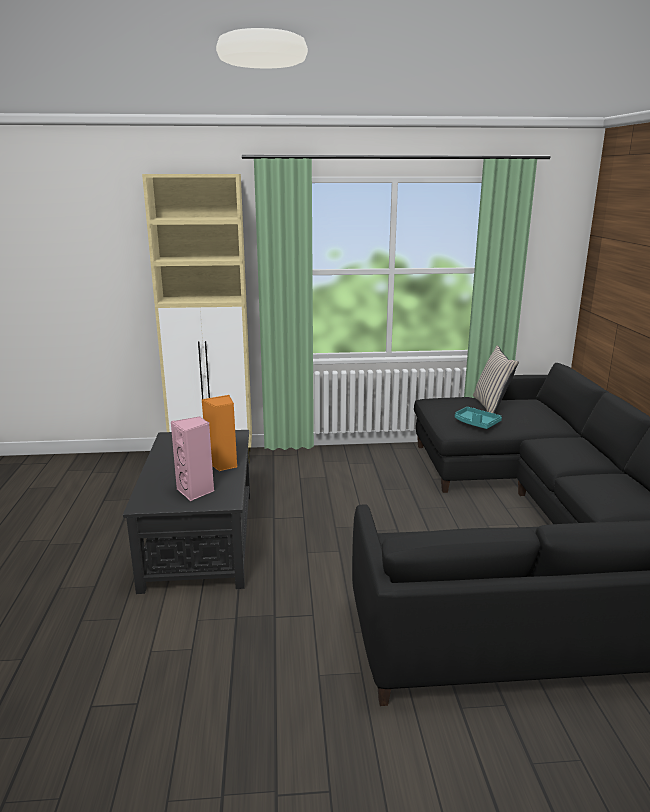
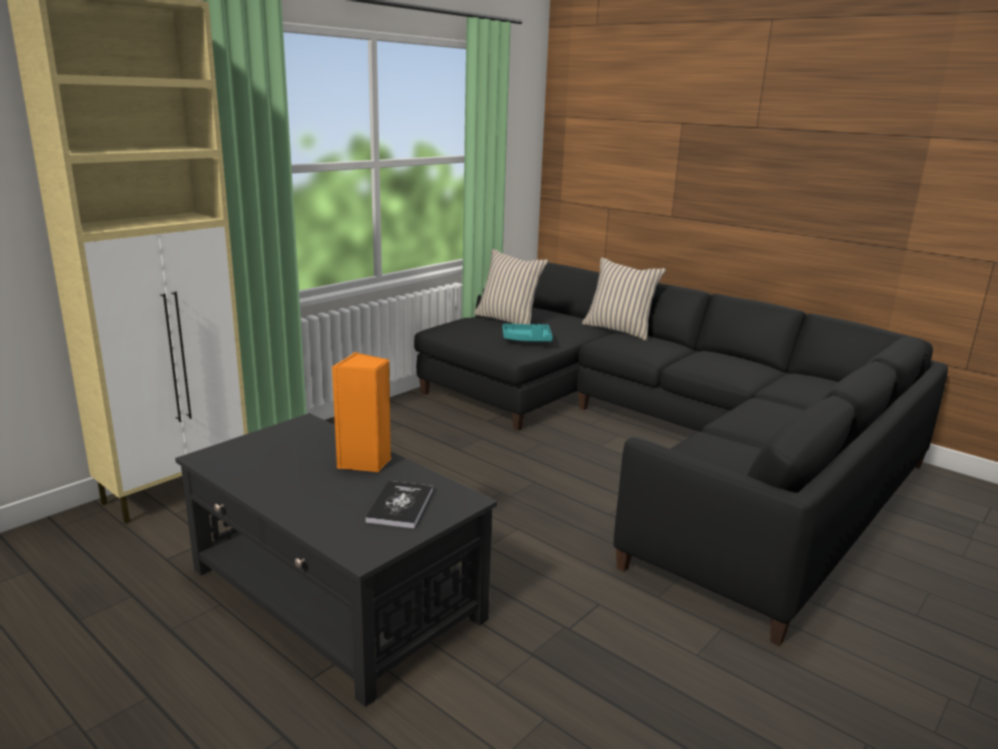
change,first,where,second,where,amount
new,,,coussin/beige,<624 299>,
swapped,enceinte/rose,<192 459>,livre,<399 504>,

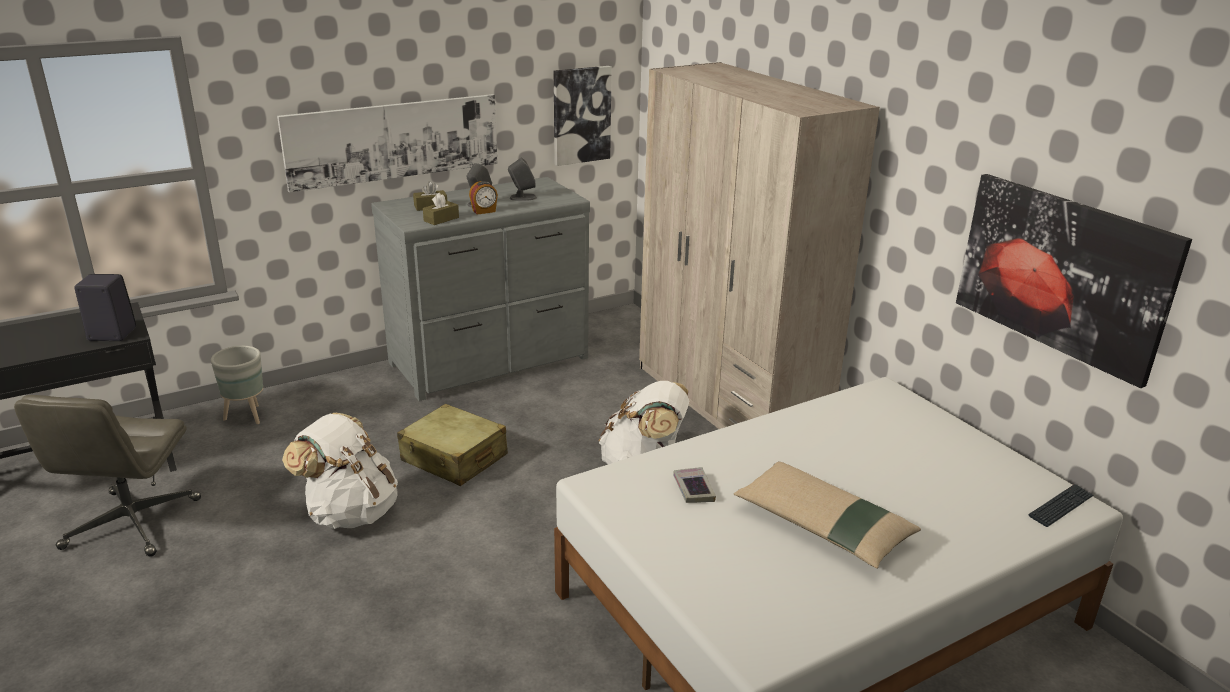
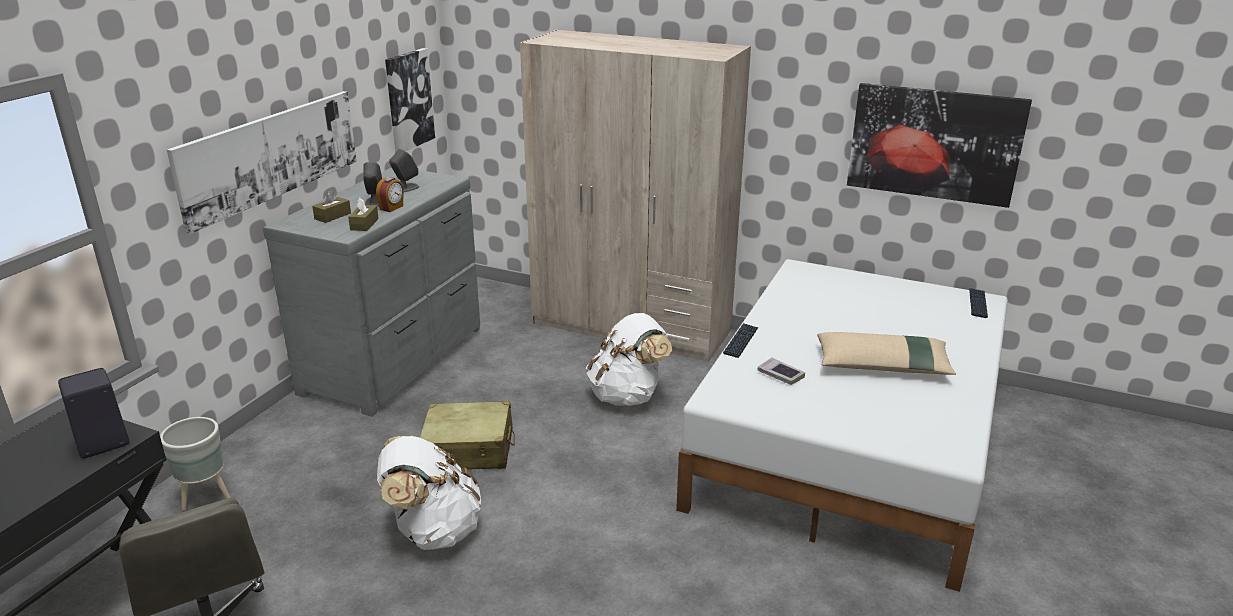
change,first,where,second,where,amount
new,,,clavier,<740 340>,

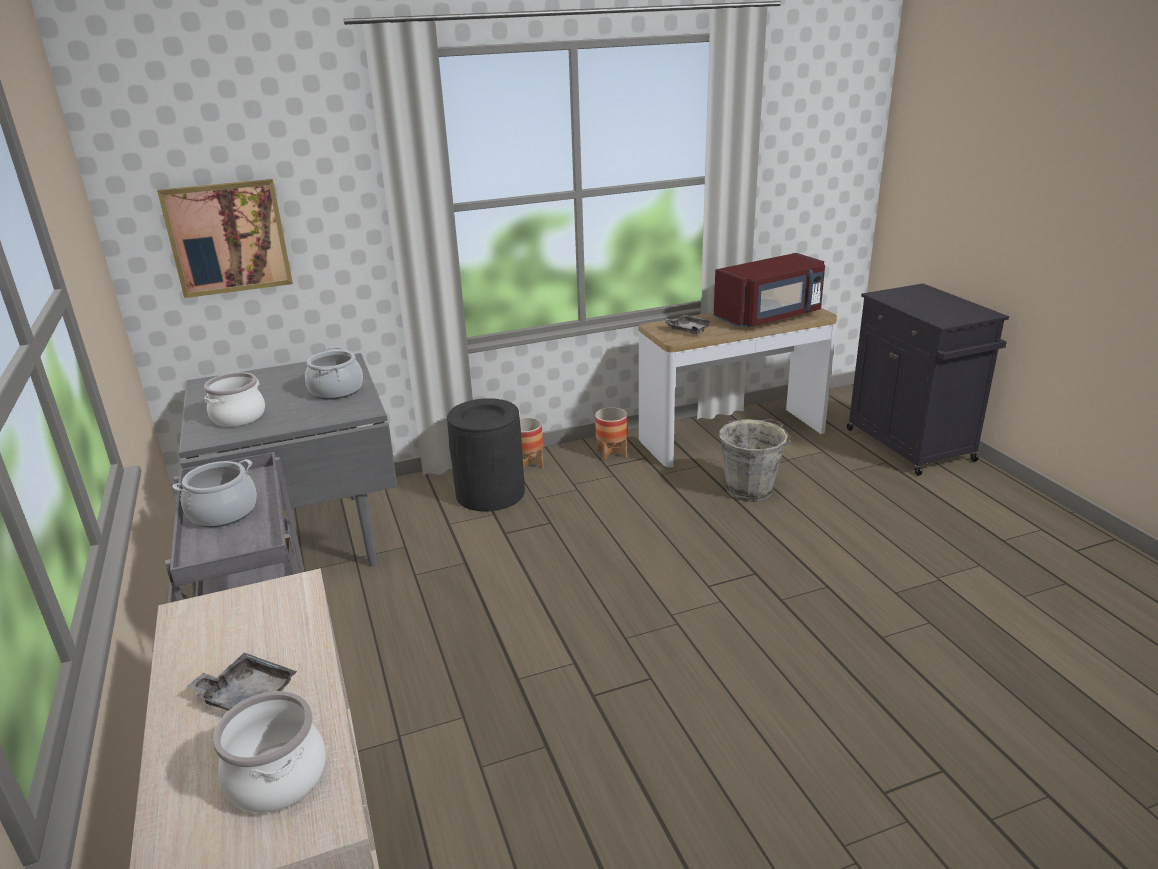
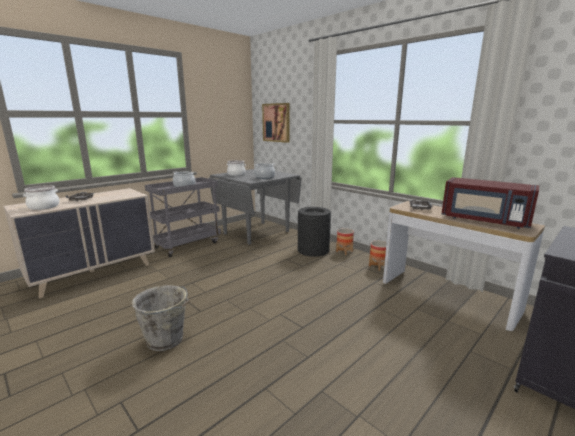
change,first,where,second,where,amount
shifted,seau/gris,<755 460>,,<161 318>,

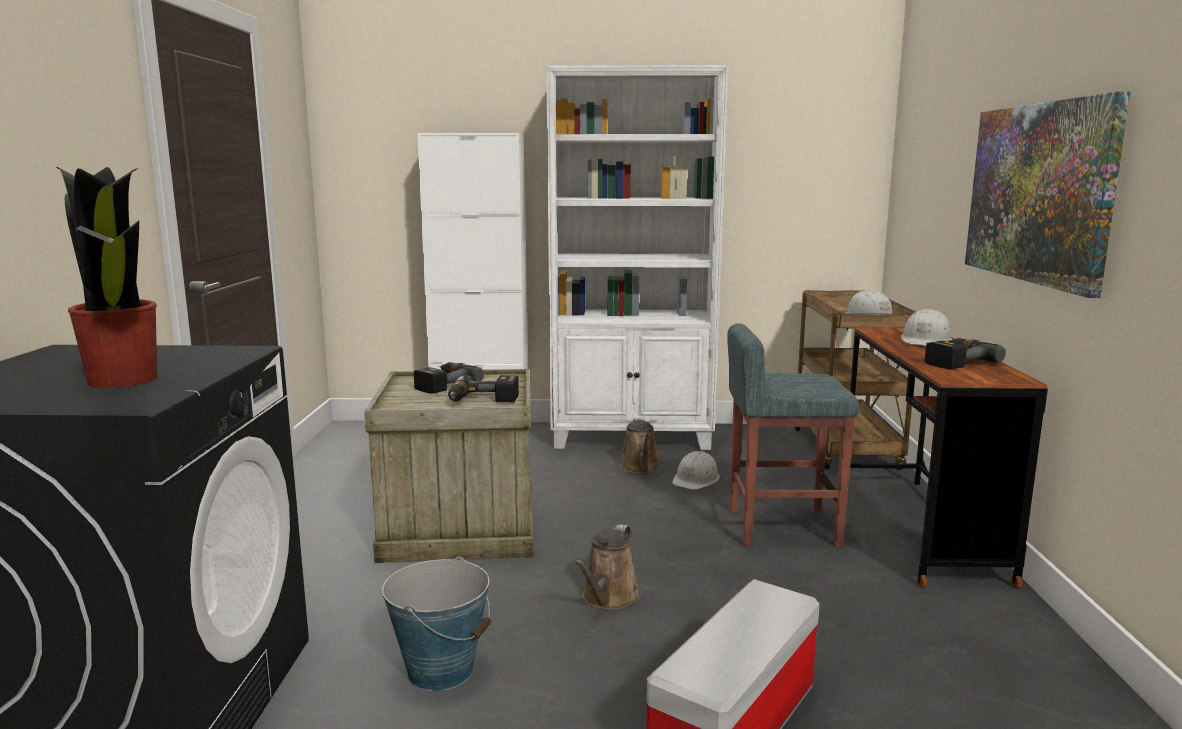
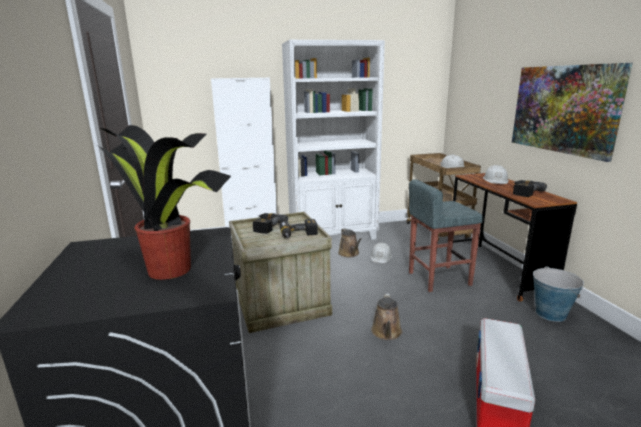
change,first,where,second,where,amount
shifted,seau,<436 623>,,<558 294>,

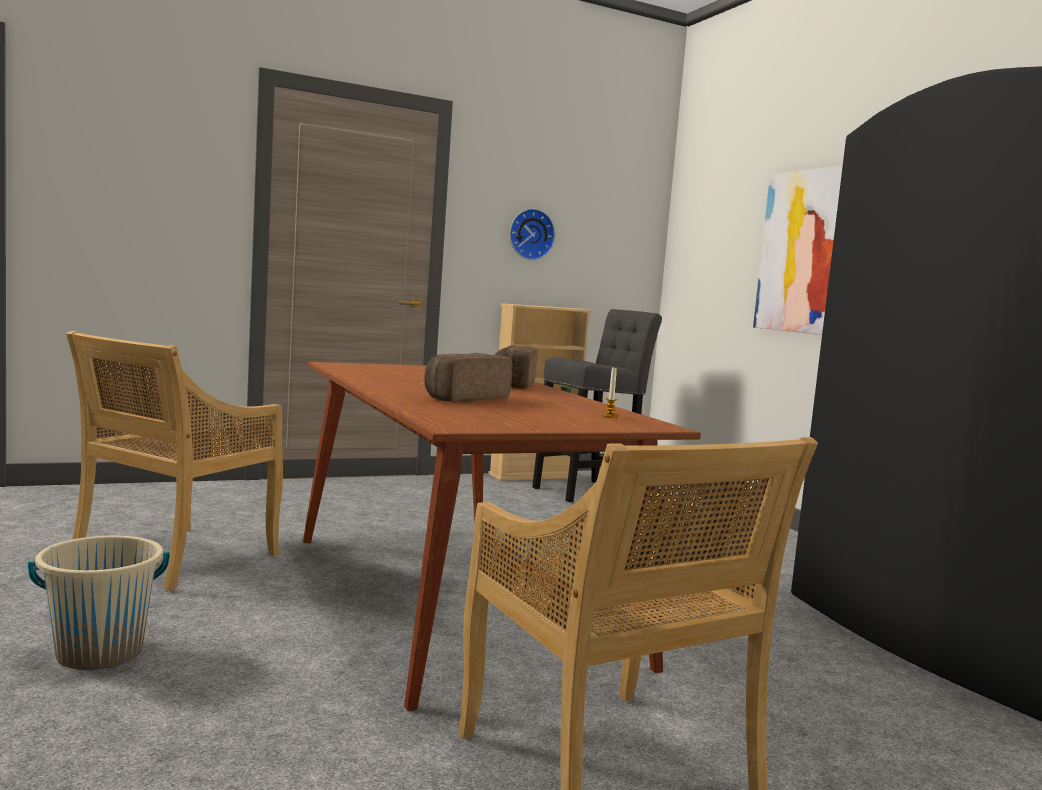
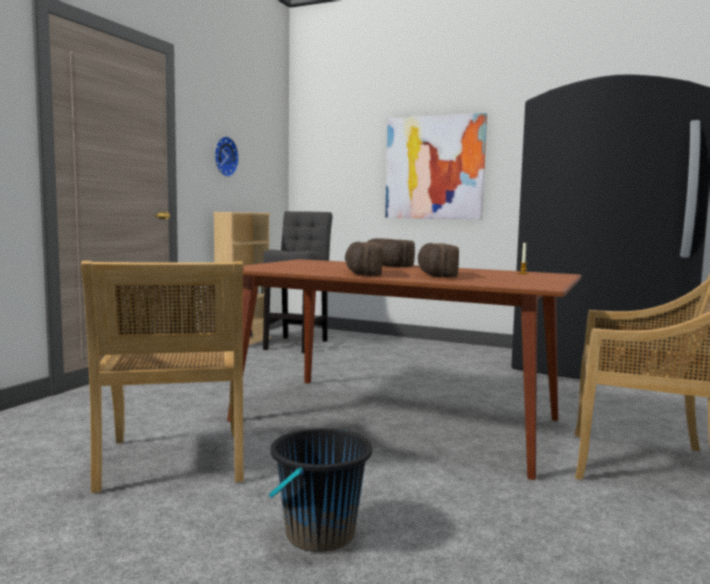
change,first,where,second,where,amount
new,,,pain,<364 258>,
repainted,seau/beige,<99 603>,seau/noir,<320 490>,

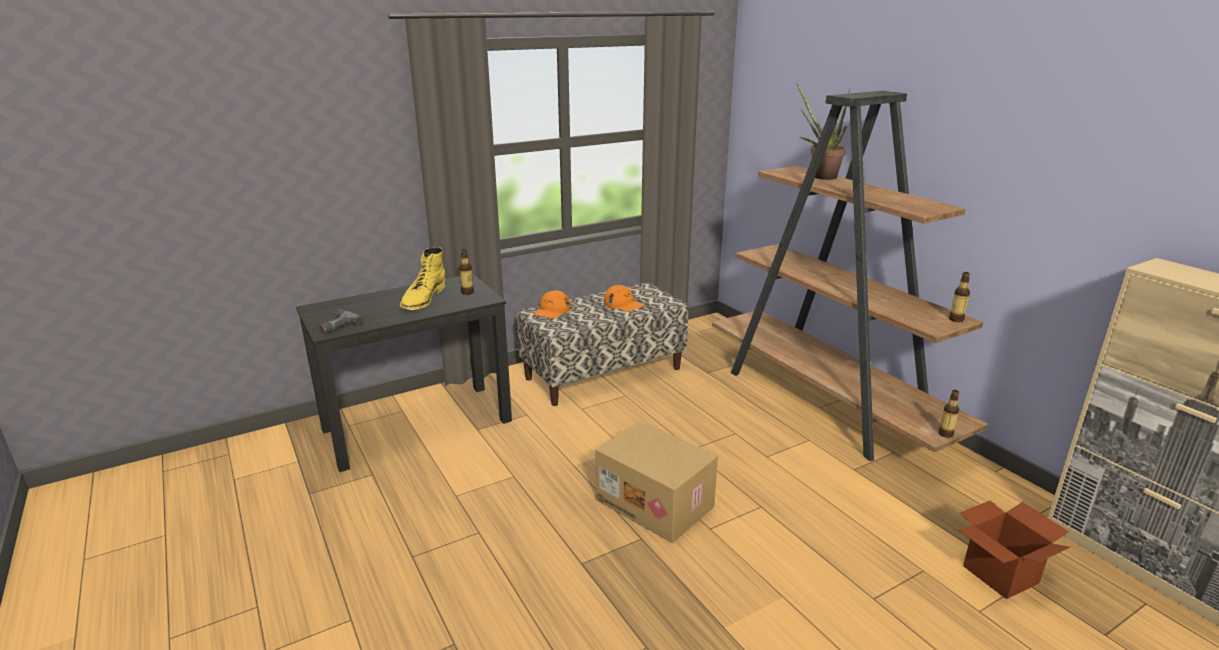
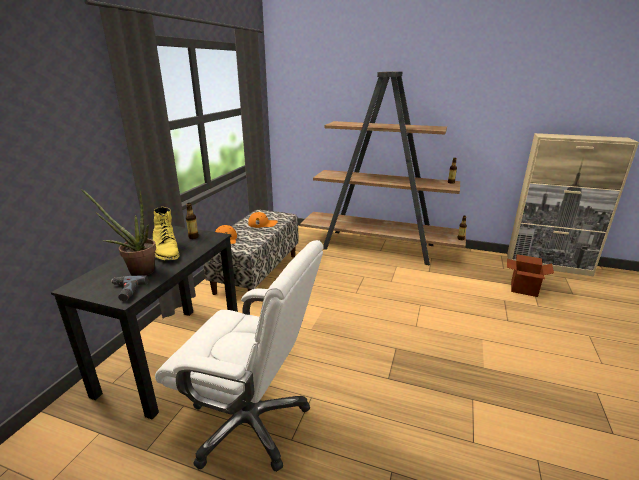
change,first,where,second,where,amount
gone,carton,<656 482>,,,
new,,,chaise de bureau/blanc,<239 356>,
shifted,plante en pot,<823 131>,,<118 232>,

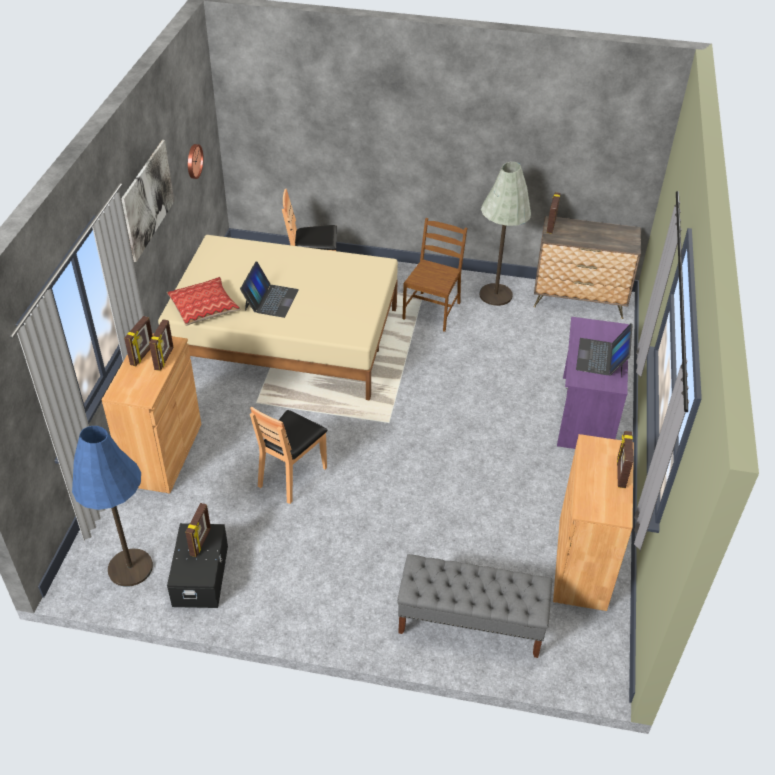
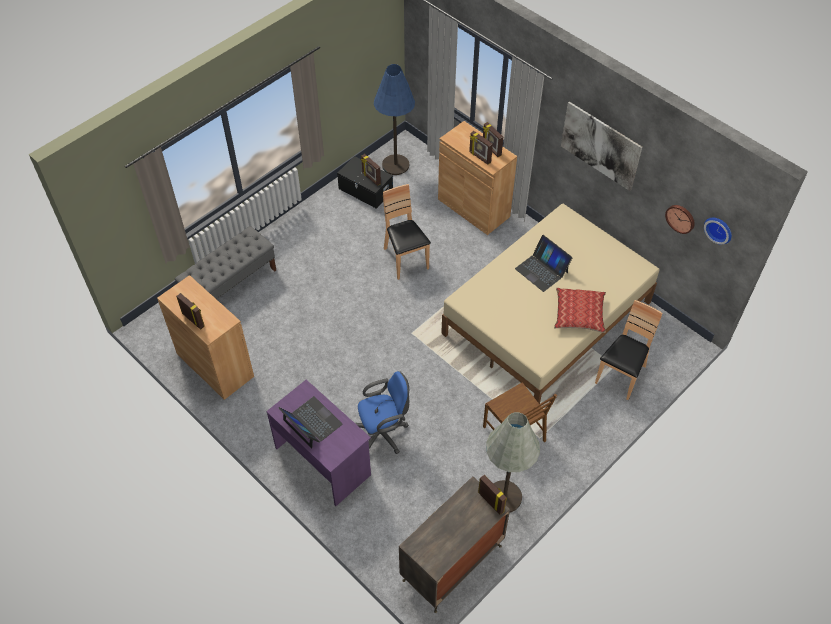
change,first,where,second,where,amount
new,,,chaise de bureau/bleu,<382 412>,
new,,,horloge murale,<718 231>,
shifted,coussin,<204 301>,,<580 310>,

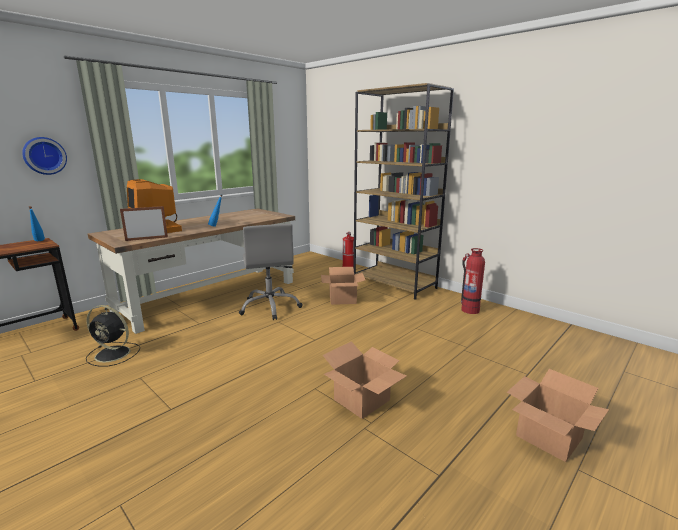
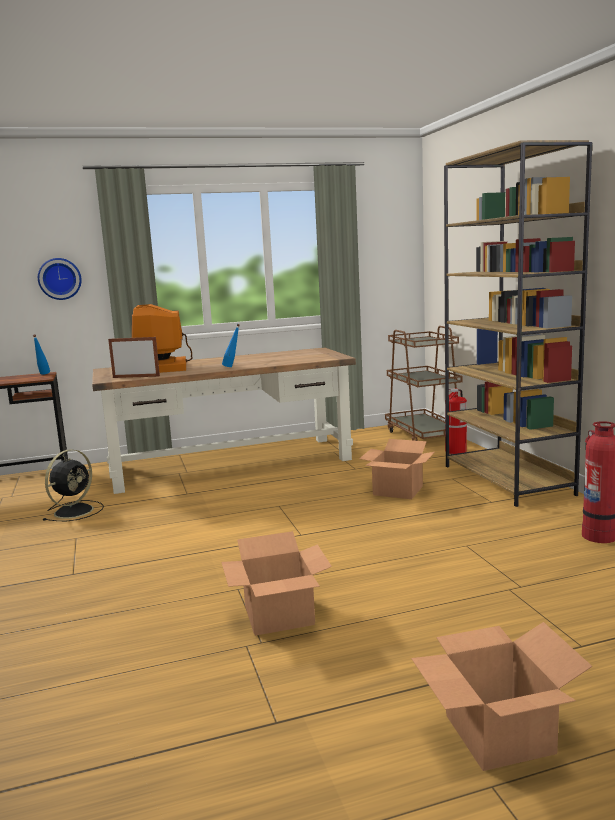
change,first,where,second,where,amount
gone,chaise de bureau/gris,<271 272>,,,
new,,,chariot/marron,<423 383>,
rotated,ventilateur/noir,<113 336>,,<73 485>,105 degrees counterclockwise

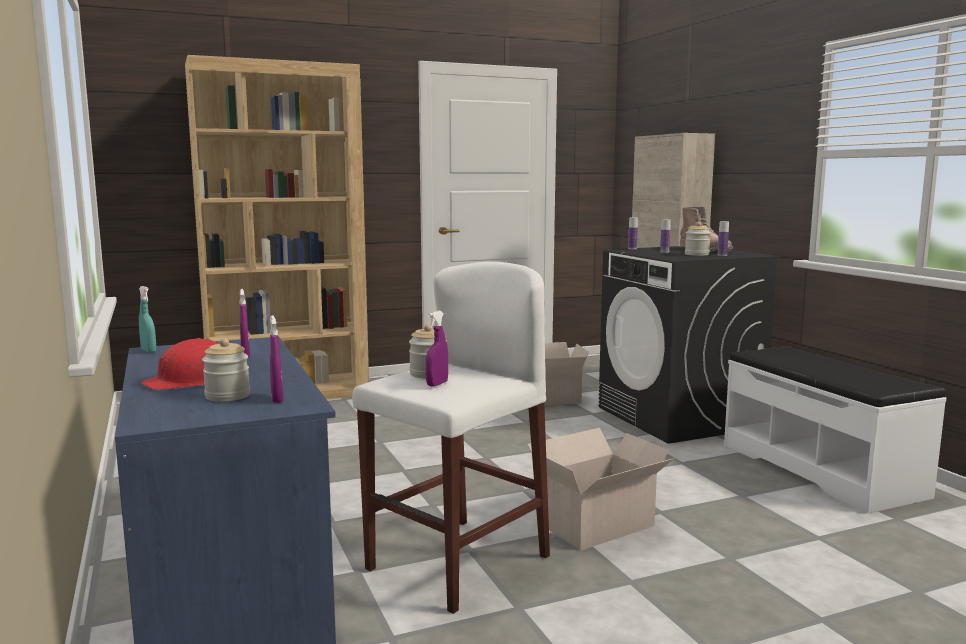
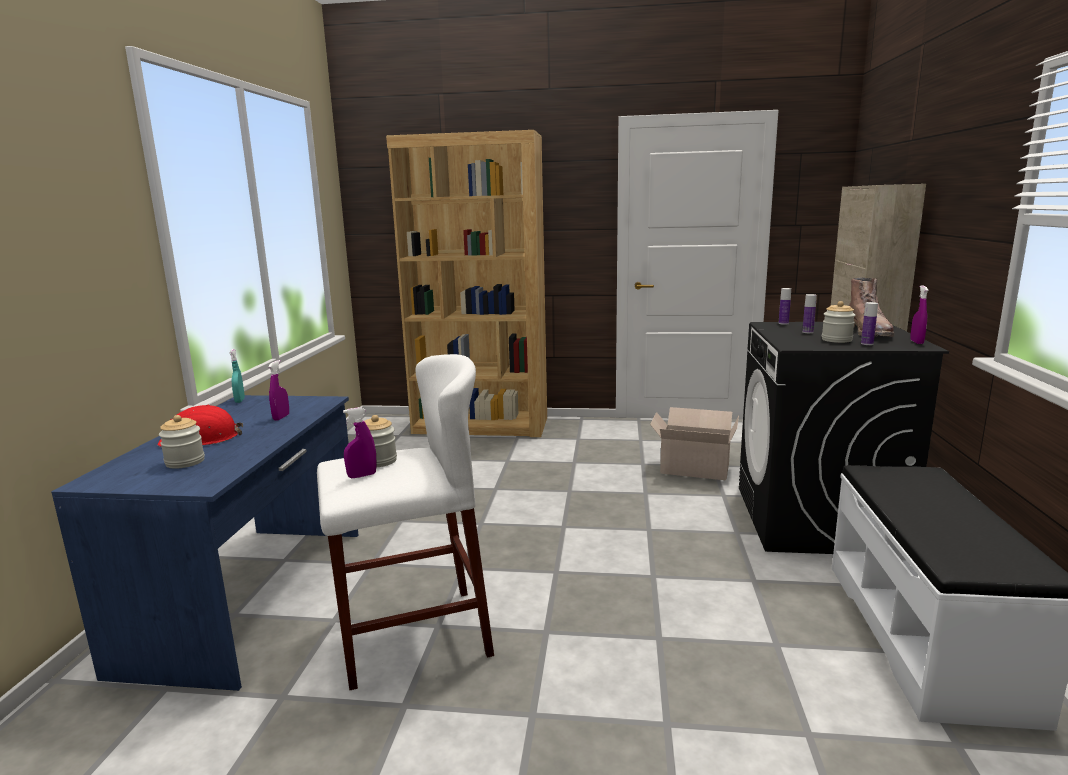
change,first,where,second,where,amount
gone,carton,<601 489>,,,
shifted,vaporisateur/violet,<276 359>,,<919 314>,

